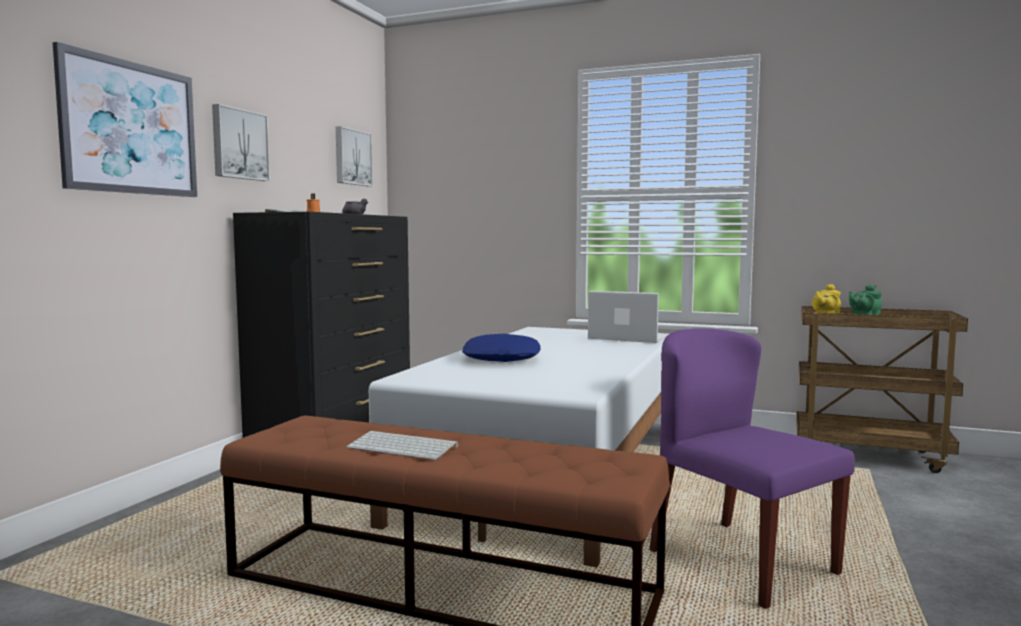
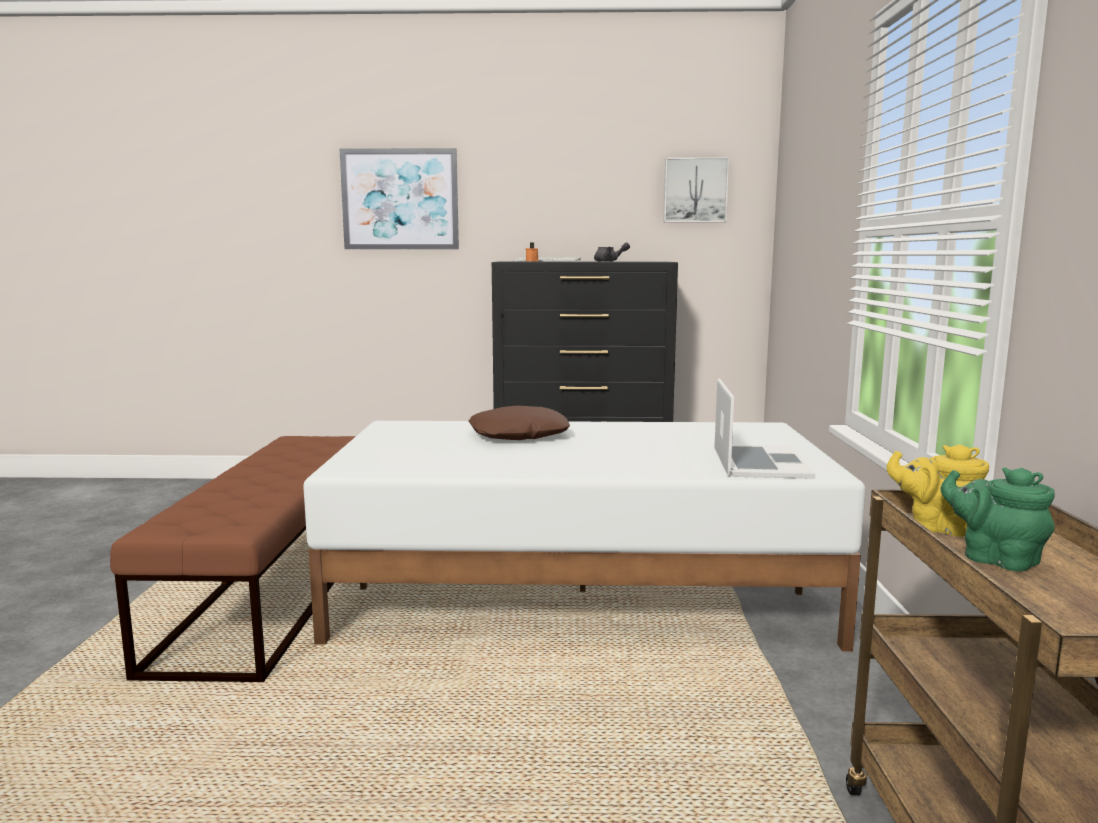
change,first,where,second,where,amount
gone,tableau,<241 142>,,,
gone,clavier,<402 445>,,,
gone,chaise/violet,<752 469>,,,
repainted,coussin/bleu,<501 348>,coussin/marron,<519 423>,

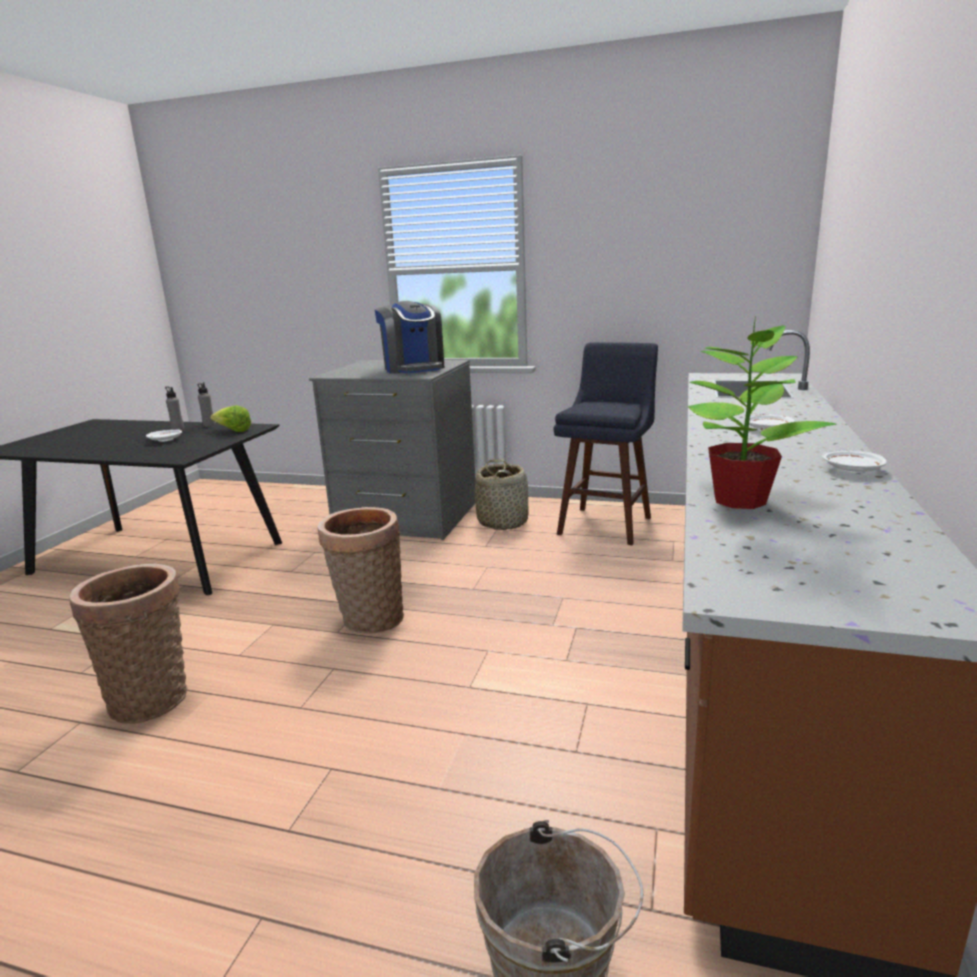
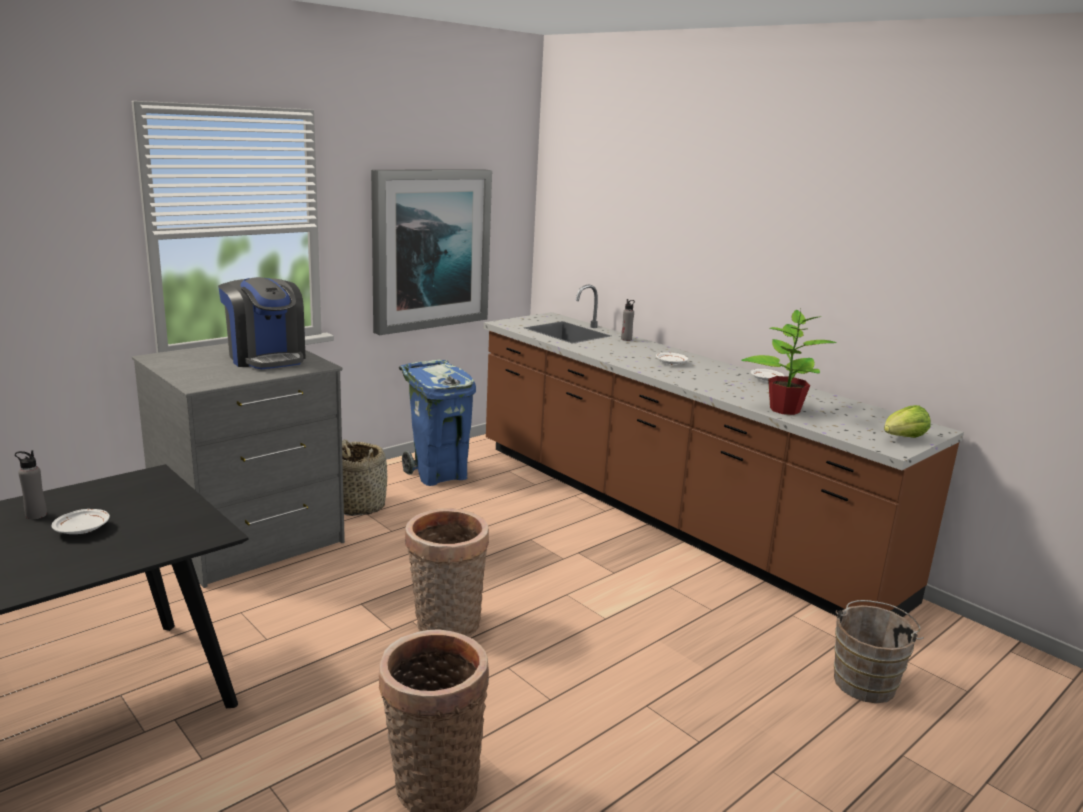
change,first,where,second,where,amount
new,,,tableau,<431 252>,
shifted,bouteille/gris,<206 404>,,<628 320>,
shifted,laitue,<230 418>,,<907 421>,
swapped,tabouret/bleu,<606 443>,poubelle/bleu,<437 423>,
rotated,machine à café,<410 337>,,<262 323>,45 degrees clockwise

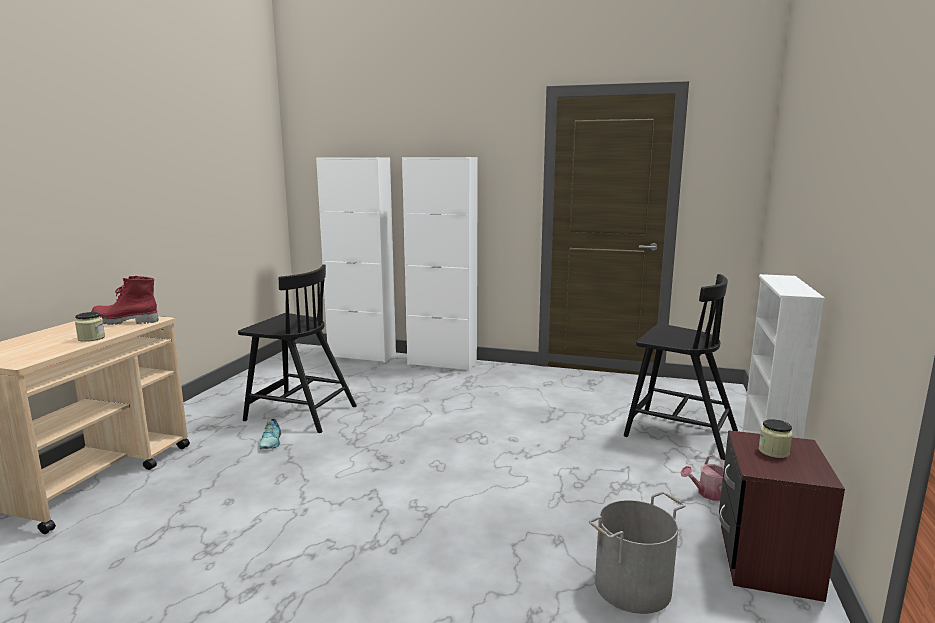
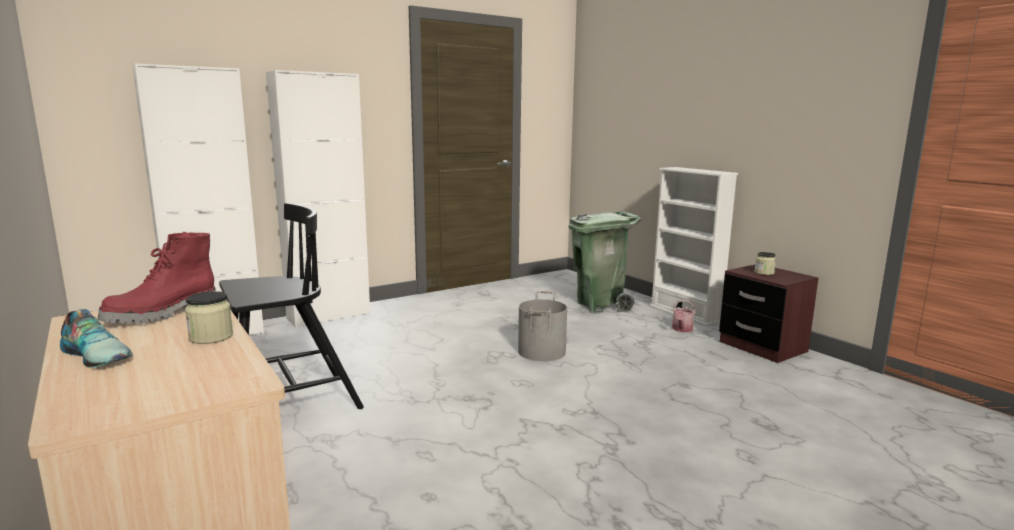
change,first,where,second,where,amount
shifted,chaussure,<270 434>,,<96 338>,
shifted,seau/gris,<637 553>,,<542 326>,
swapped,chaise/noir,<681 367>,poubelle/vert,<605 262>,

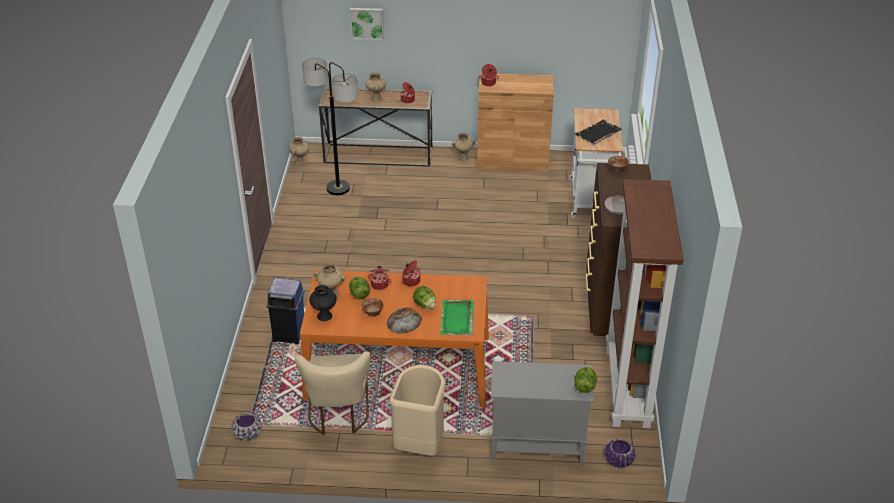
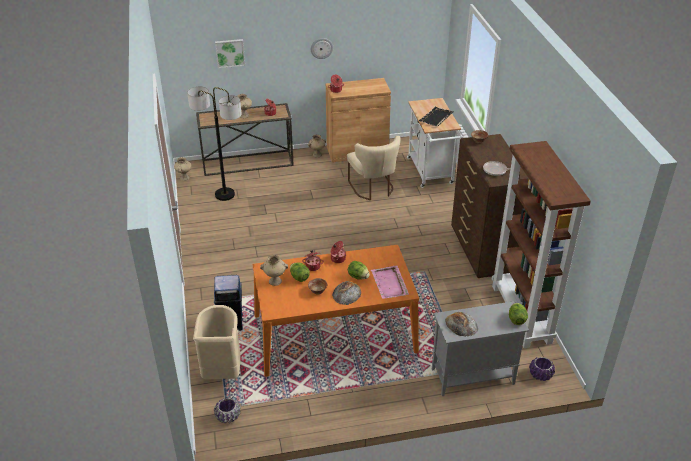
change,first,where,second,where,amount
gone,vase/noir,<323 303>,,,
new,,,horloge murale,<322 48>,
new,,,pain,<461 324>,
shifted,chaise/beige,<333 393>,,<374 168>,
shifted,poubelle/beige,<417 410>,,<217 342>,
repainted,plateau/vert,<457 317>,plateau/rose,<390 282>,

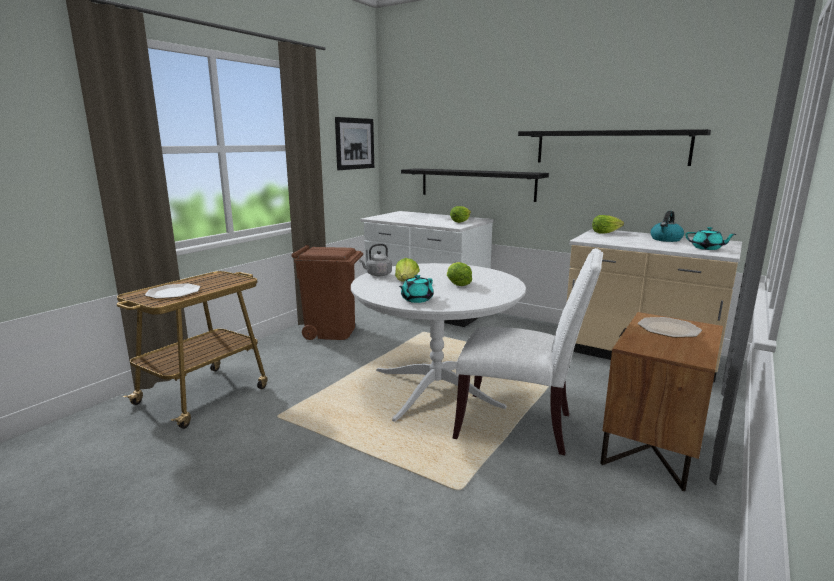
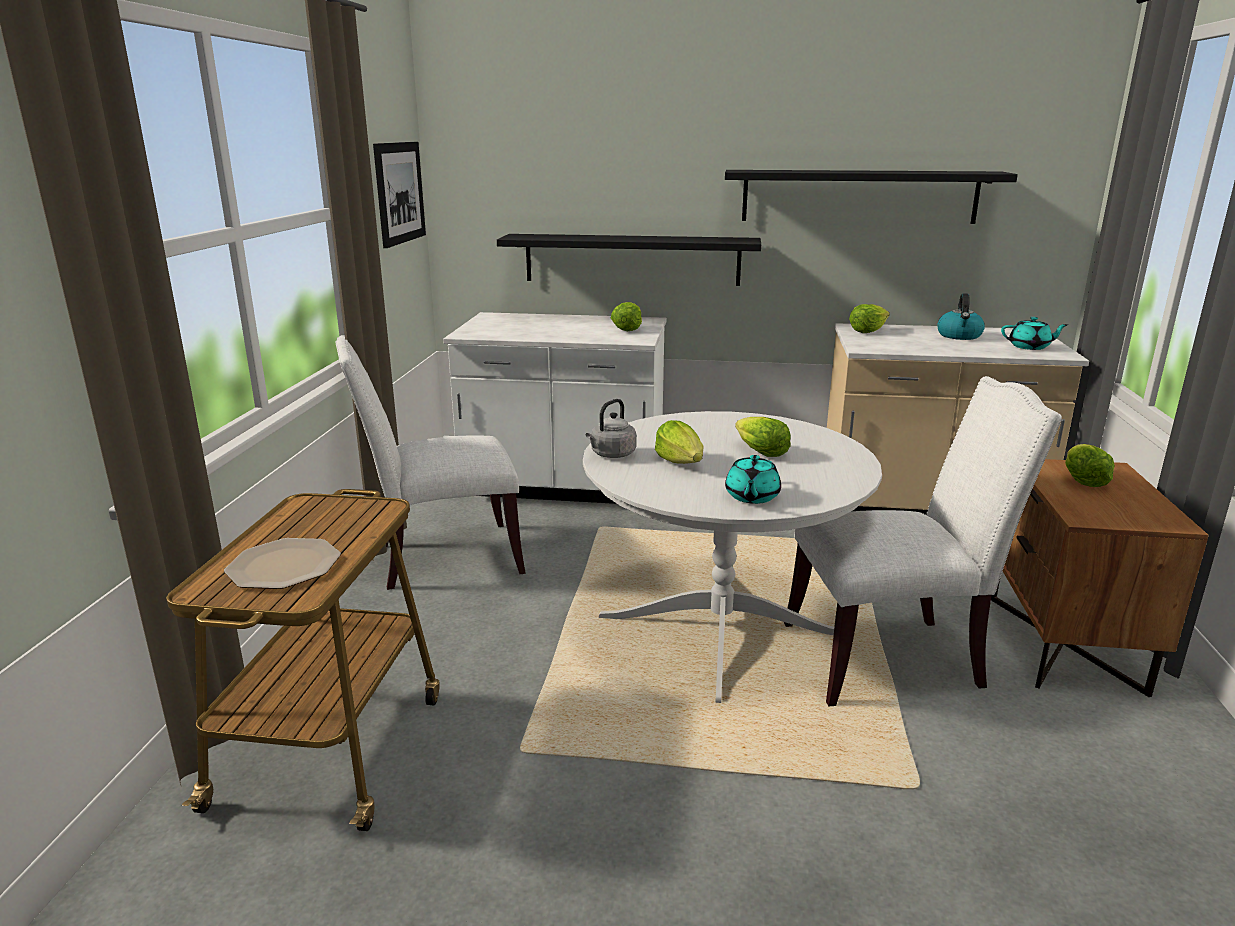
change,first,where,second,where,amount
swapped,poubelle/marron,<327 292>,chaise/blanc,<430 462>,
swapped,assiette,<670 327>,laitue,<1090 465>,

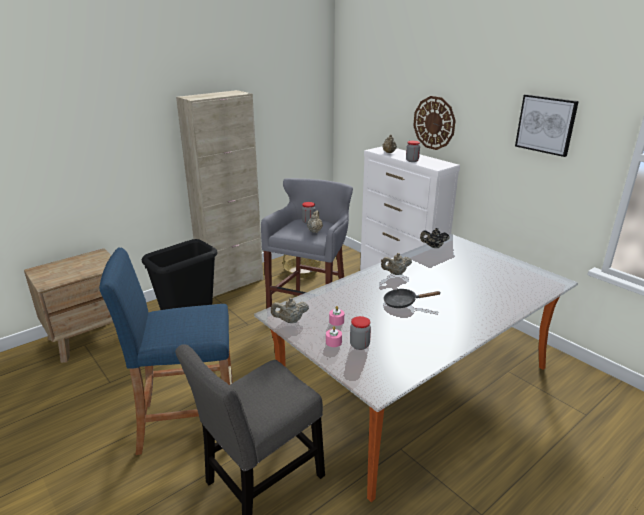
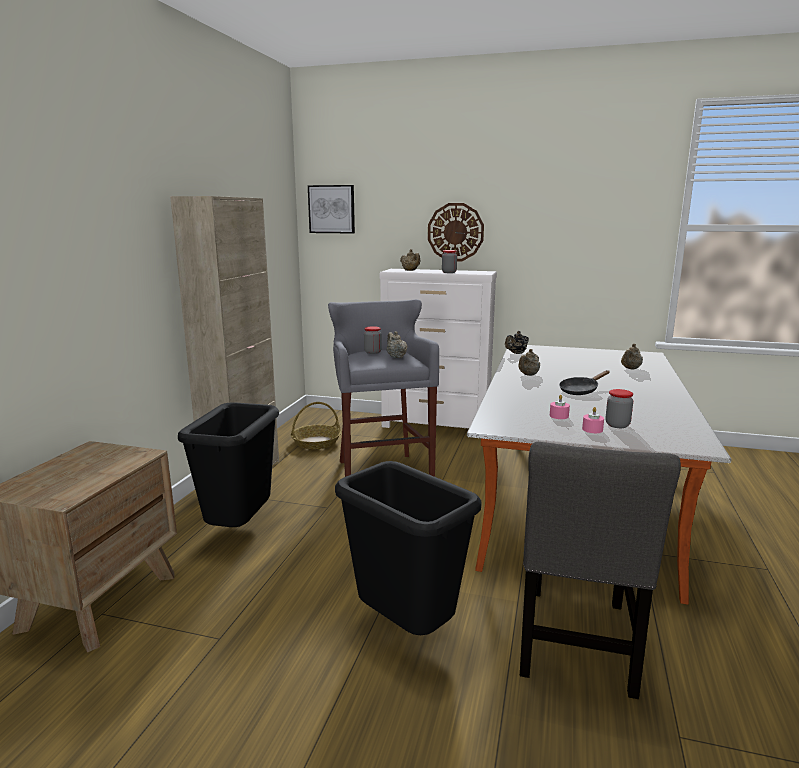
change,first,where,second,where,amount
shifted,théière/beige,<290 310>,,<632 357>,
shifted,tableau,<547 125>,,<331 209>,
swapped,tabouret/bleu,<166 351>,poubelle/noir,<408 548>,

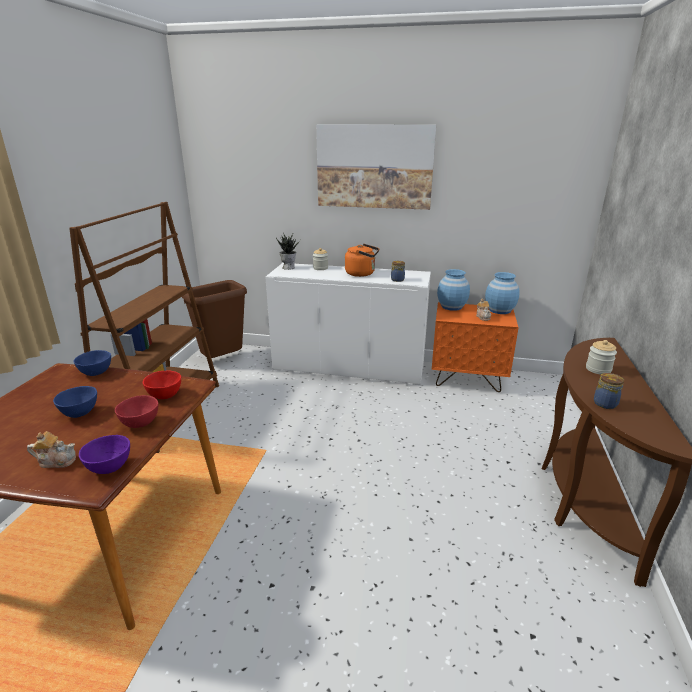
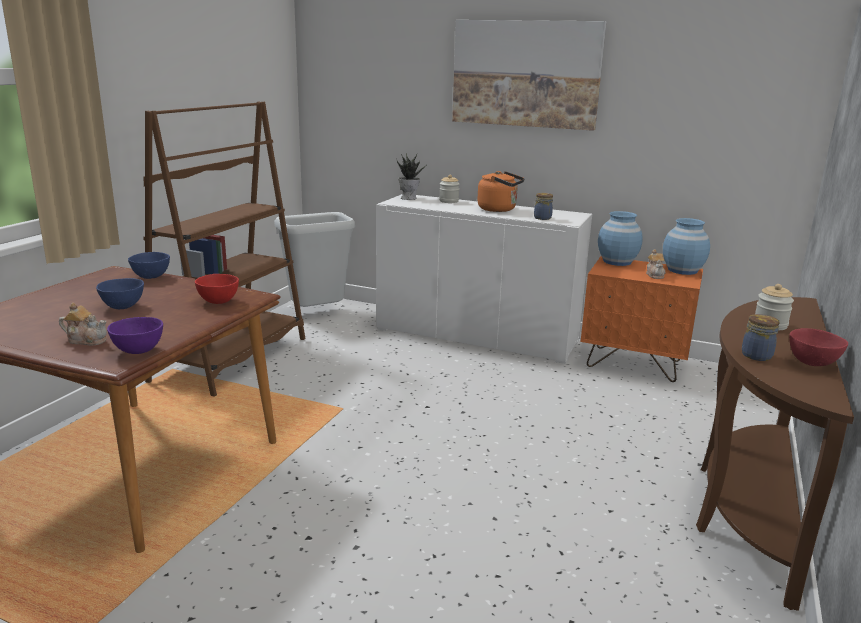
change,first,where,second,where,amount
shifted,bol/rouge,<136 411>,,<818 347>,
repainted,poubelle/marron,<214 319>,poubelle/gris,<314 259>,

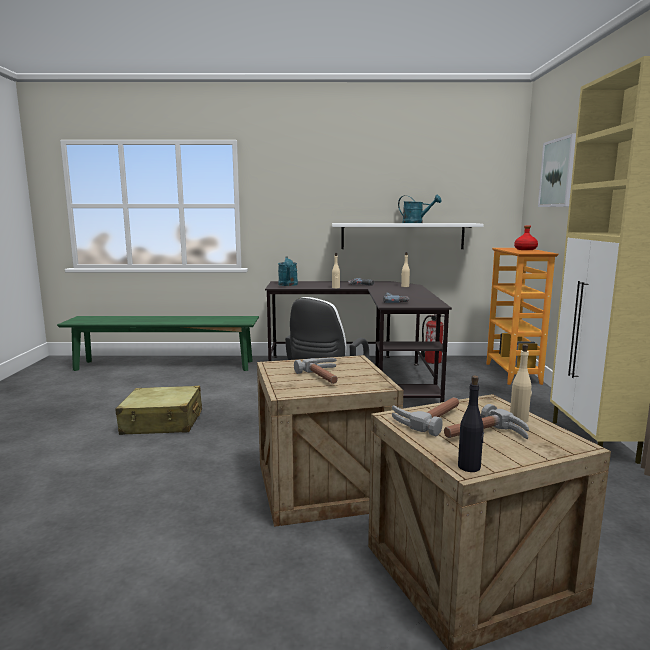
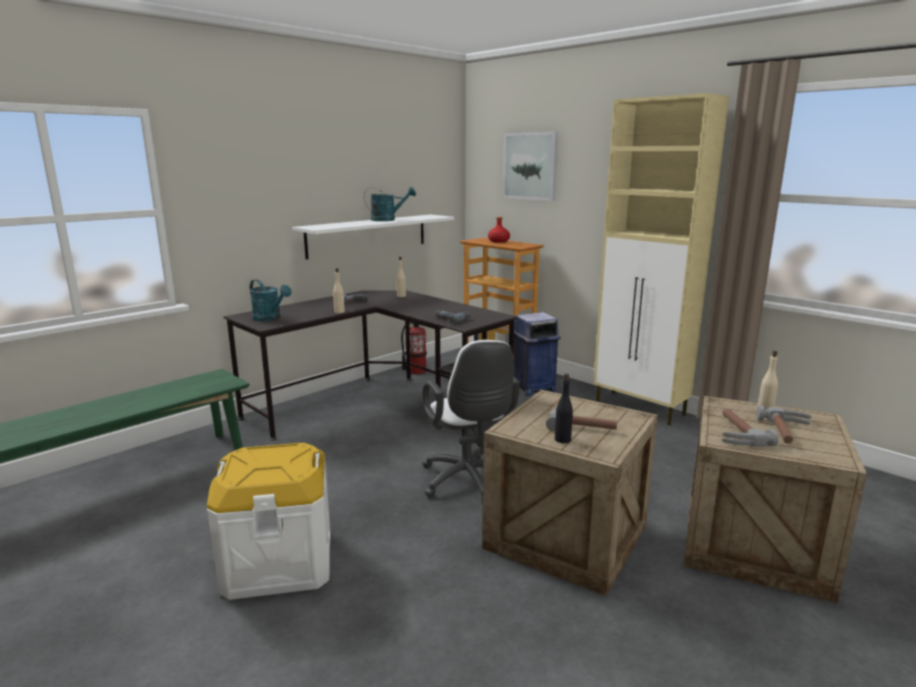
change,first,where,second,where,amount
new,,,poubelle/bleu,<537 354>,
shifted,bouteille/noir,<471 424>,,<564 408>,
swapped,valise/beige,<158 410>,boîte de rangement/blanc,<268 521>,

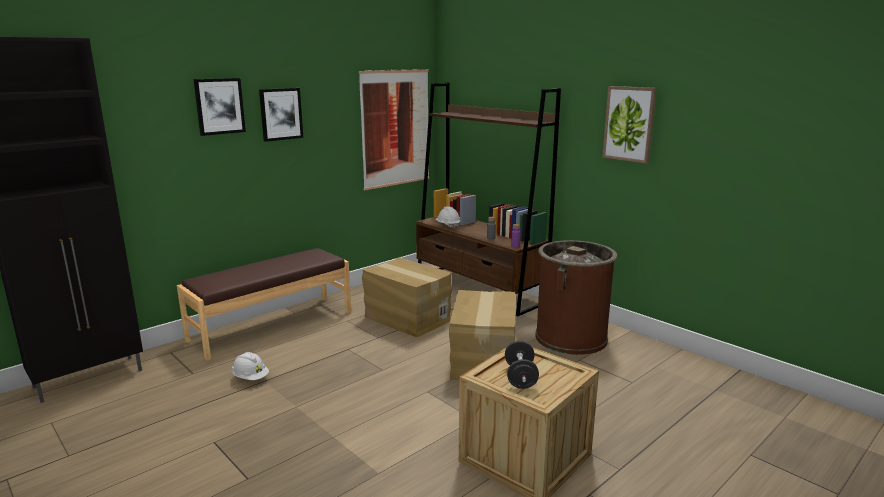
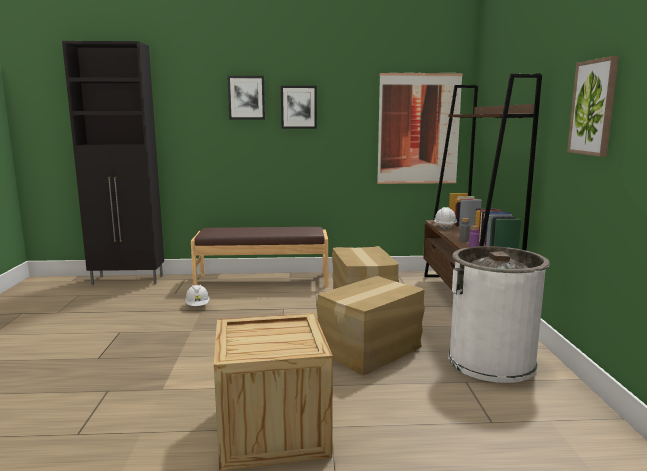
change,first,where,second,where,amount
gone,haltère/noir,<522 365>,,,
repainted,poubelle/marron,<576 297>,poubelle/blanc,<499 314>,

